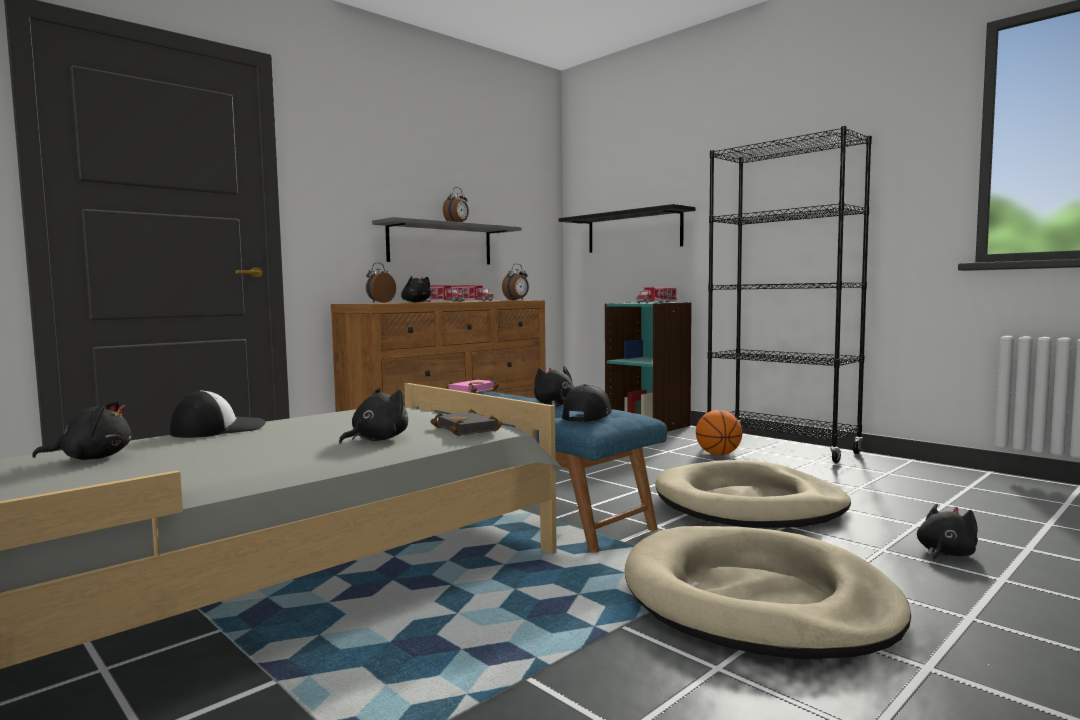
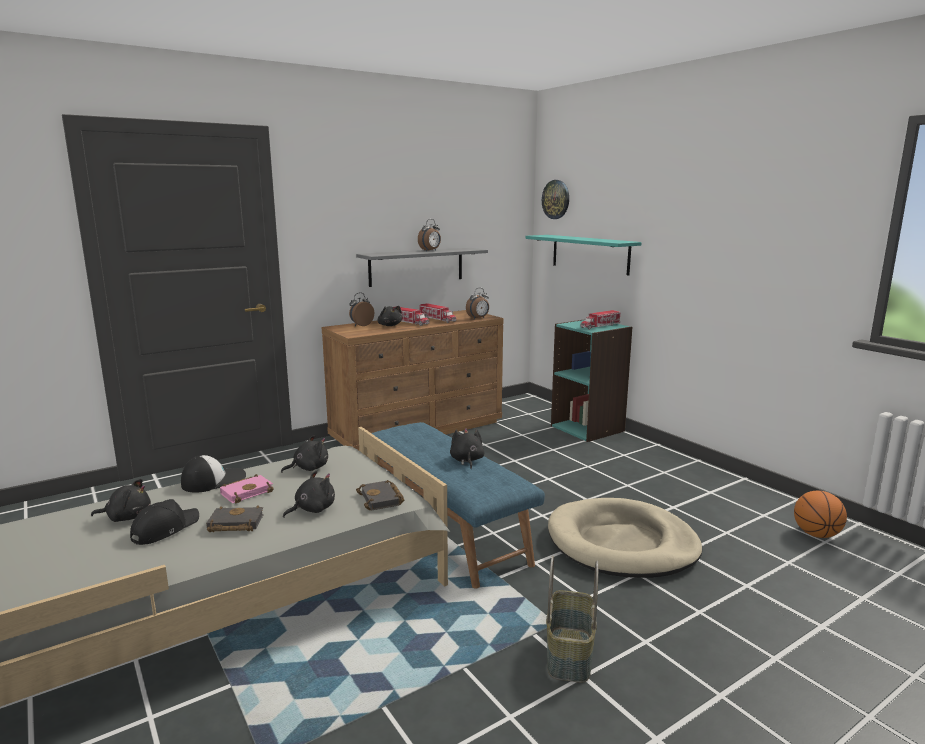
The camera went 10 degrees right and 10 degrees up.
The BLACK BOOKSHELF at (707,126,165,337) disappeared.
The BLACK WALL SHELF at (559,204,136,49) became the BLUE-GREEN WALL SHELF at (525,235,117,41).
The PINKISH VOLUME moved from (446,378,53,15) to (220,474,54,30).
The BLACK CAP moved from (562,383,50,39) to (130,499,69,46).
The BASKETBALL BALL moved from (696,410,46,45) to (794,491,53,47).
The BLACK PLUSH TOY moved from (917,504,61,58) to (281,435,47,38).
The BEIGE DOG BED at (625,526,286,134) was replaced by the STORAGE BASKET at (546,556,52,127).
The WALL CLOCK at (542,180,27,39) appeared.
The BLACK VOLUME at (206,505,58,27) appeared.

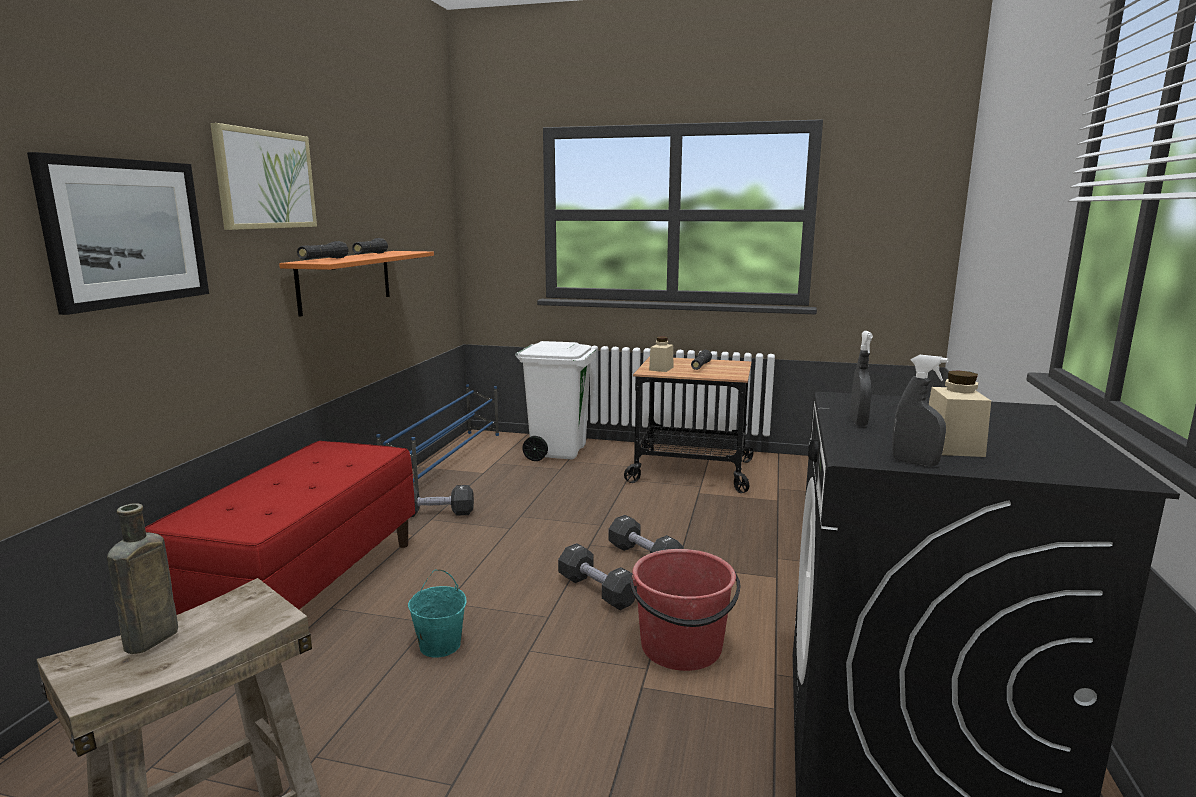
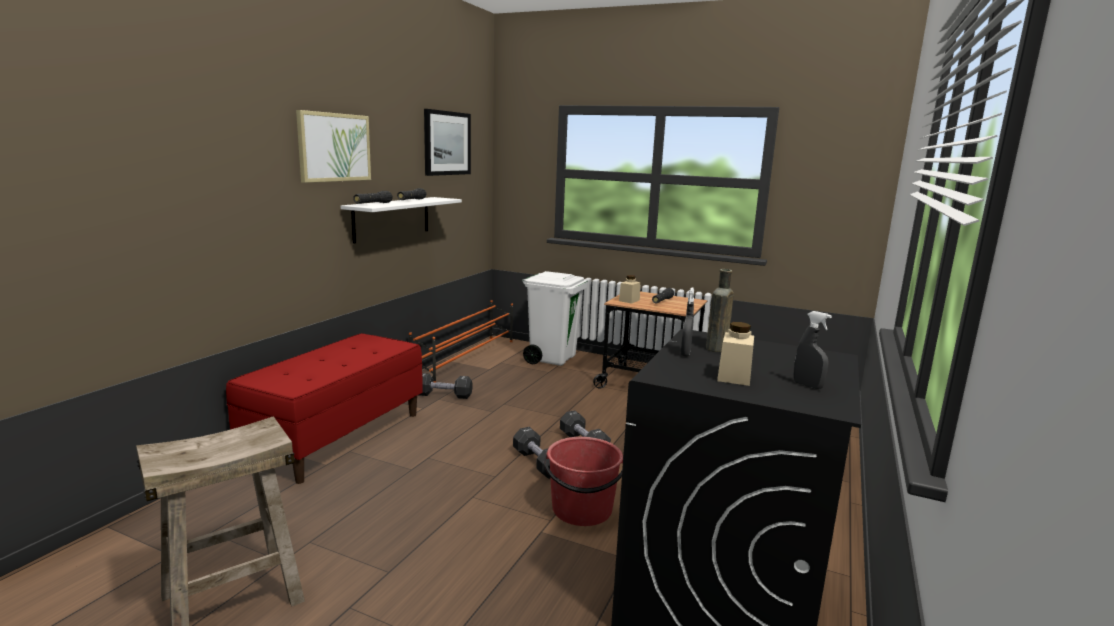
The camera went 10 degrees right and 0 degrees up.
The WALL PICTURE moved from (27,152,182,163) to (424,109,47,67).
The ORANGE-COLOURED WALL SHELF at (279,251,155,66) became the WHITE-COLOURED WALL SHELF at (341,197,121,47).
The GRAY SPRAY BOTTLE moved from (892,355,56,112) to (793,311,39,78).
The BLUE SHOE STAND at (376,385,123,108) became the ORANGE-COLOURED SHOE STAND at (409,300,104,83).
The BROWN-COLOURED BEVERAGE BOTTLE moved from (107,503,71,151) to (706,269,28,83).
The BLUE-GREEN WATER BUCKET at (408,570,59,88) disappeared.

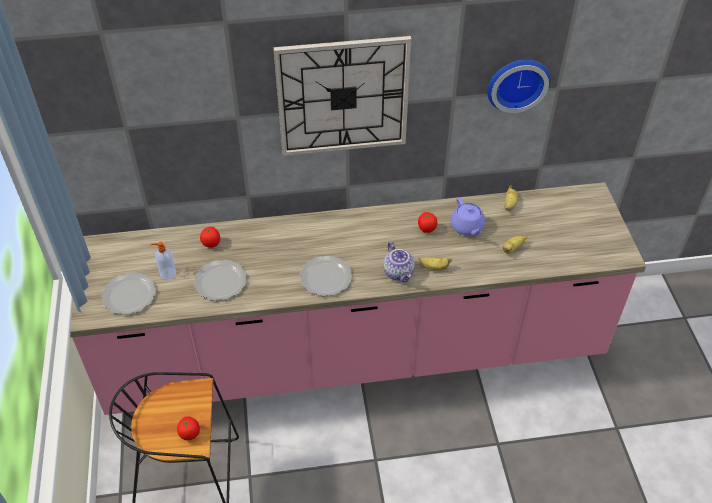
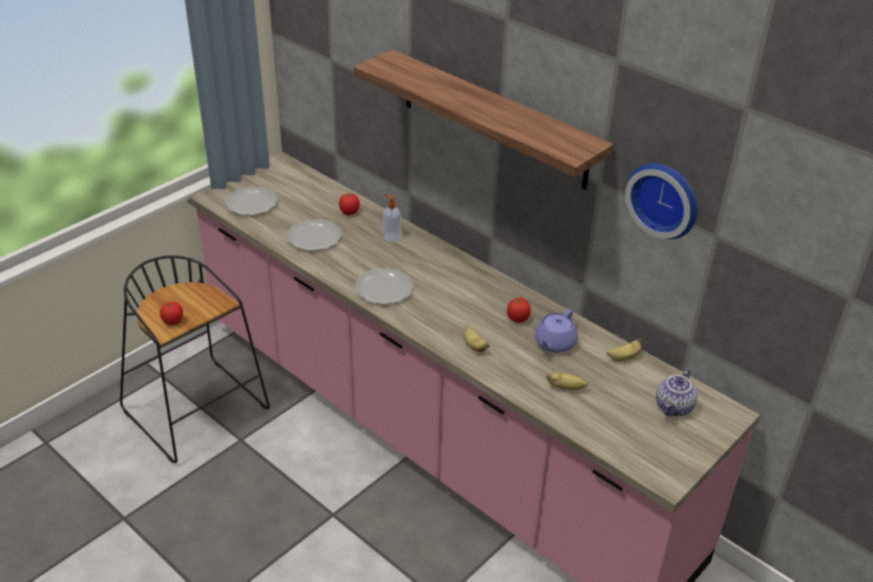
The camera went 50 degrees right and 10 degrees down.
The WALL CLOCK at (273,36,139,120) was replaced by the WALL SHELF at (354,50,259,140).
The SOAP BOTTLE moved from (150,242,26,38) to (383,194,18,48).
The POT FOR TEA moved from (383,242,32,40) to (656,368,41,48).

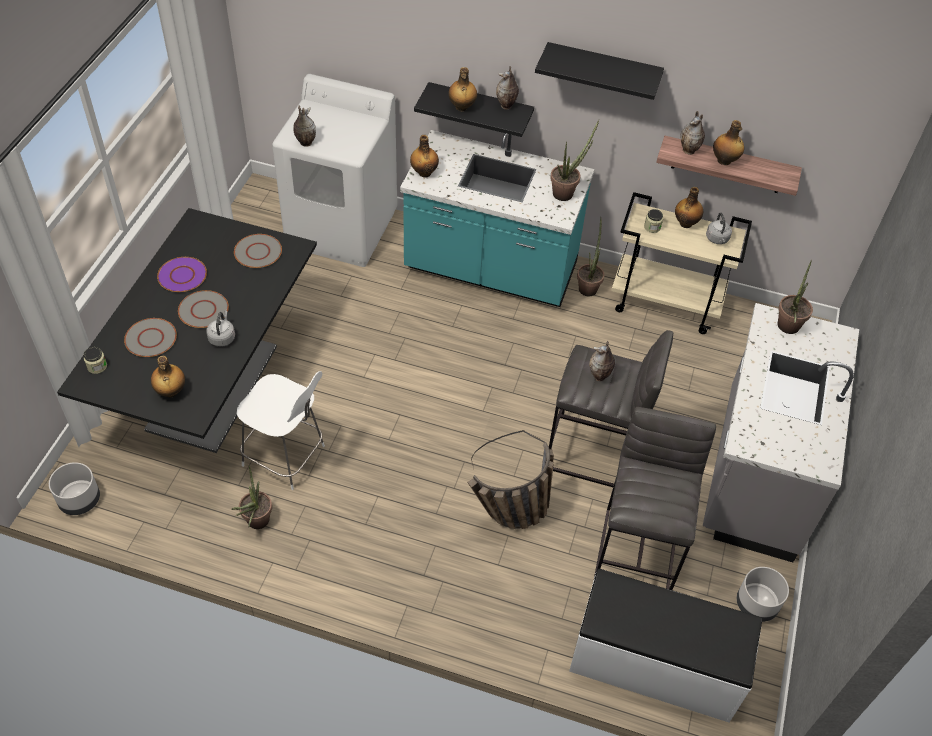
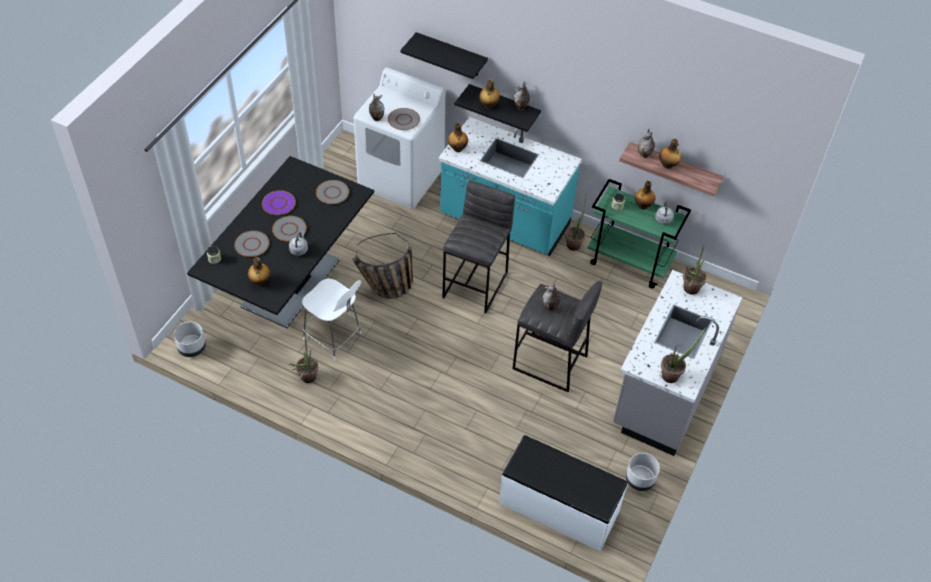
The camera went 10 degrees right and 0 degrees up.
The BLACK WALL SHELF moved from (535,42,129,58) to (400,32,88,47).
The POTTED PLANT moved from (550,120,49,81) to (661,328,45,55).
The BEIGE TROLLEY at (611,192,141,142) became the GREEN TROLLEY at (588,179,103,110).
The GRAY SITTING STOOL moved from (594,407,122,183) to (442,181,73,132).
The STORAGE BASKET moved from (467,430,87,99) to (352,233,61,66).
The GRAY FLAT DISH at (388,108,32,22) appeared.

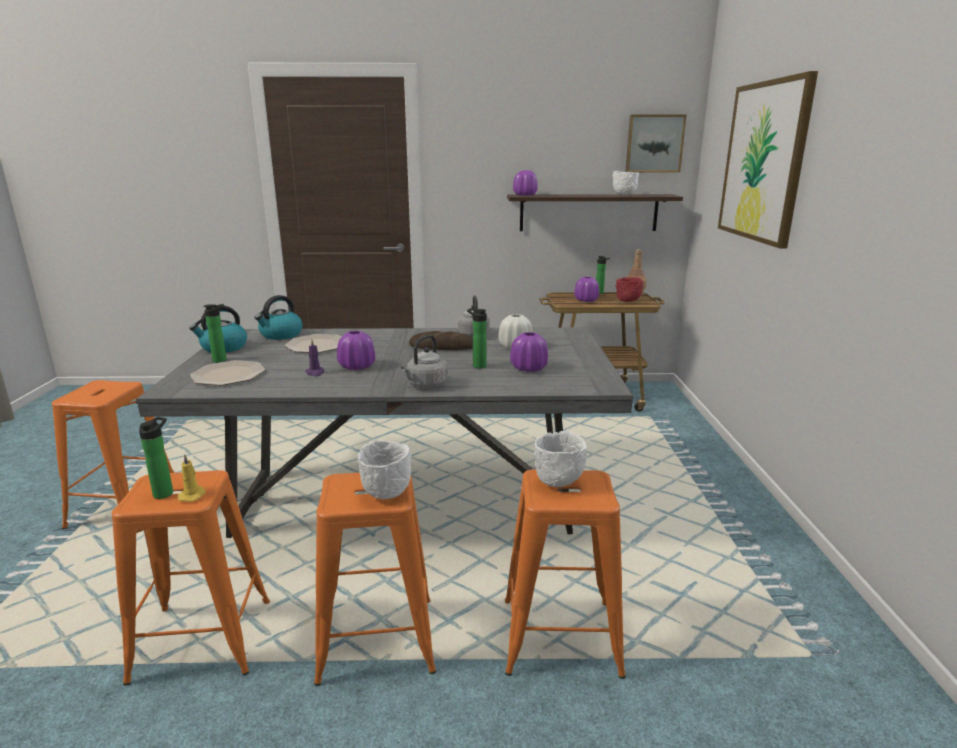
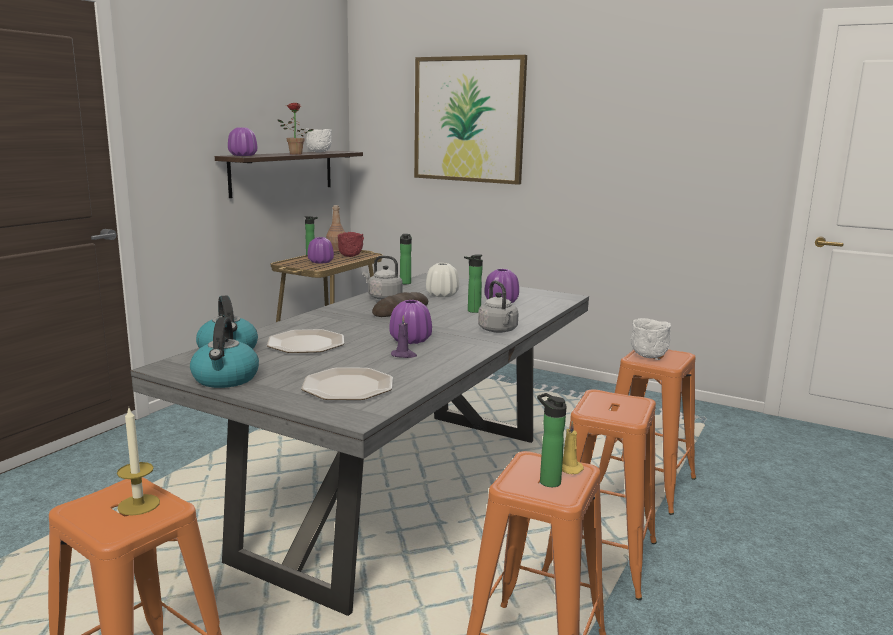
The camera went 60 degrees left and 5 degrees down.
The WALL PICTURE at (625,115,61,58) disappeared.
The BEVERAGE BOTTLE moved from (203,304,24,58) to (400,234,12,50).
The WHITE-COLOURED SERVING BOWL at (358,440,54,59) disappeared.
The POTTED PLANT at (278,103,36,51) appeared.
The WAX LIGHT at (117,408,43,108) appeared.

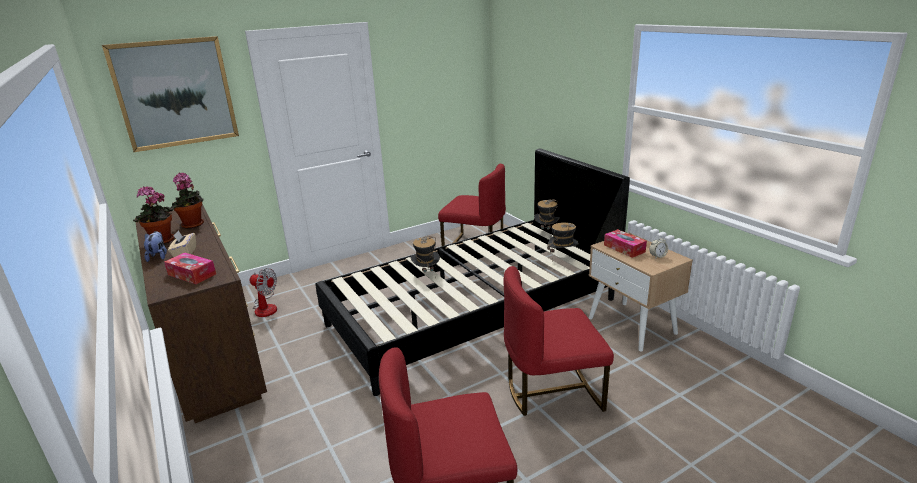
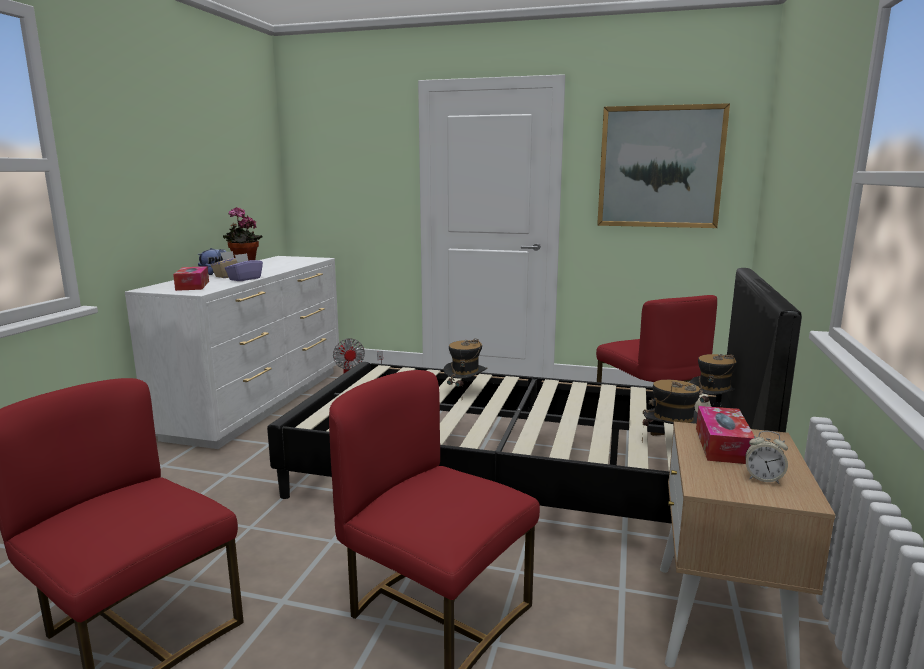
The camera went 45 degrees right and 10 degrees down.
The WALL PICTURE moved from (102,36,137,116) to (597,103,133,125).
The POTTED PLANT at (171,172,33,57) disappeared.
The BROWN-COLOURED DRAWER CHEST at (135,205,132,218) became the WHITE-COLOURED DRAWER CHEST at (125,256,215,193).
The PURPLISH TISSUE BOX at (225,253,38,28) appeared.

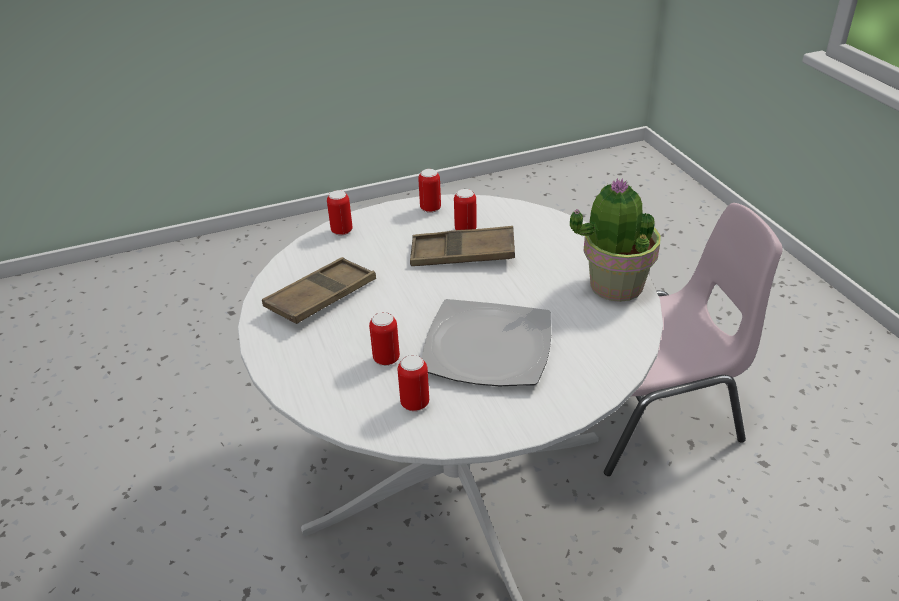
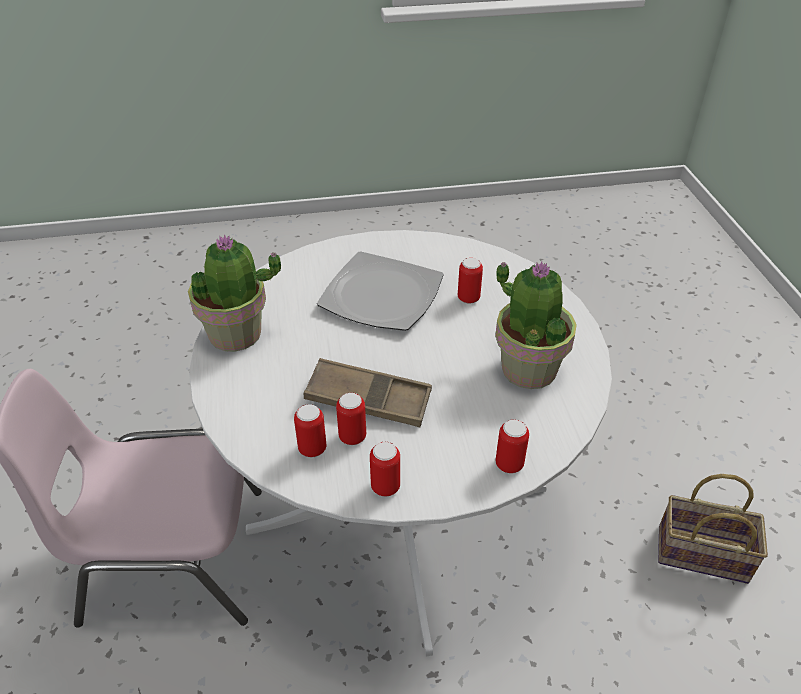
The camera went 170 degrees left and 5 degrees up.
The BROWN-COLOURED TRAY at (262,257,114,67) was replaced by the POTTED PLANT at (495,262,82,127).
The CAN moved from (398,355,31,56) to (294,404,32,53).
The STORAGE BASKET at (658,474,110,110) appeared.

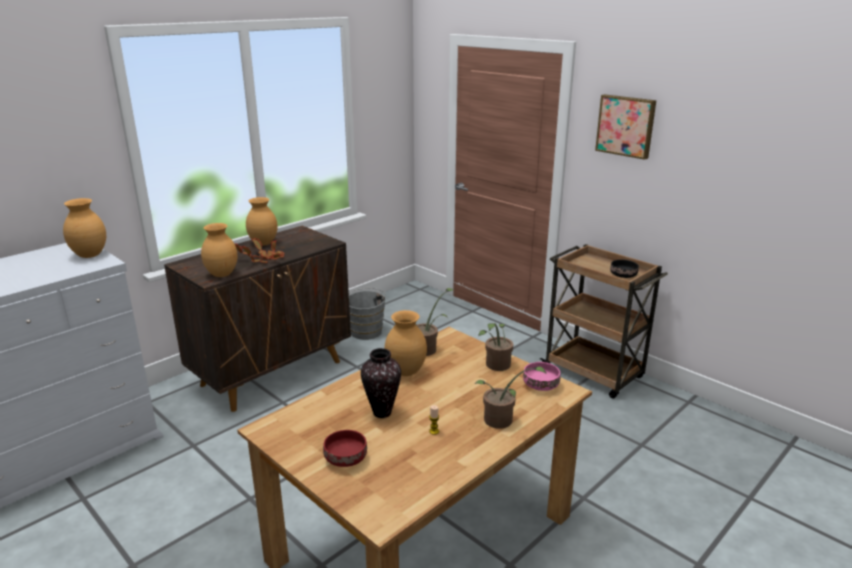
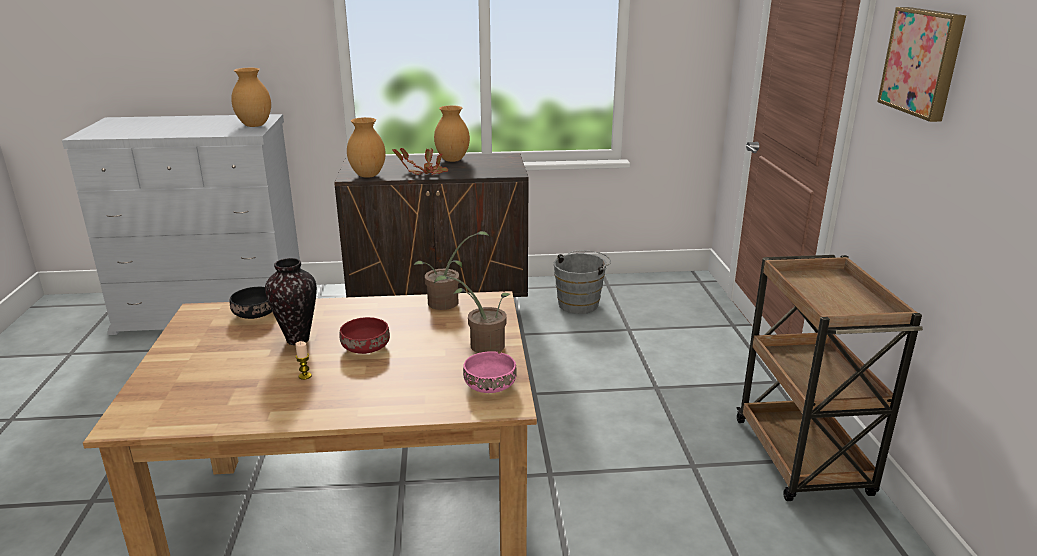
The camera went 40 degrees right and 0 degrees up.
The BLACK SERVING BOWL moved from (610,260,29,18) to (230,287,42,32).
The BROWN-COLOURED FLOWER VASE at (385,310,42,66) disappeared.
The POTTED PLANT at (475,366,72,63) disappeared.
The RED-COLOURED SERVING BOWL moved from (323,430,44,37) to (339,317,51,37).

